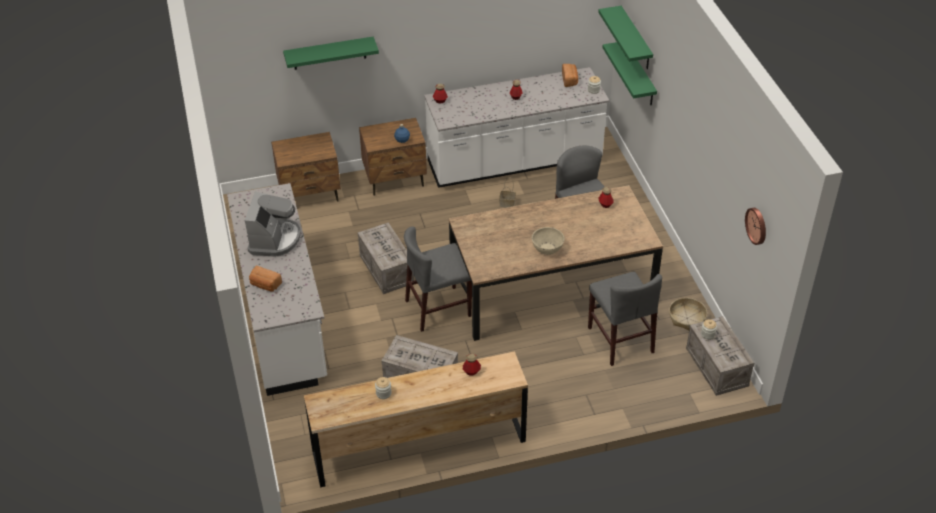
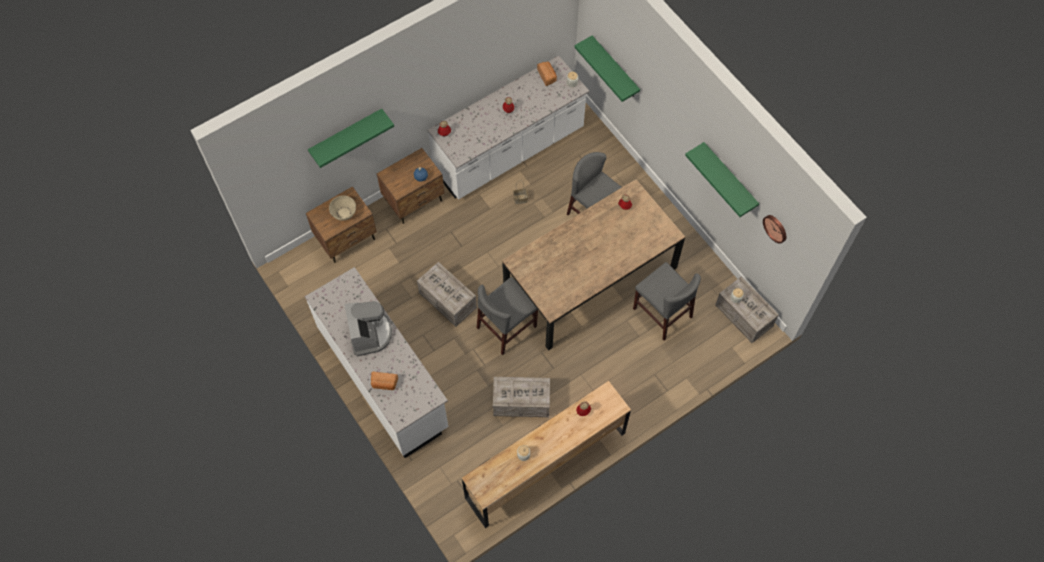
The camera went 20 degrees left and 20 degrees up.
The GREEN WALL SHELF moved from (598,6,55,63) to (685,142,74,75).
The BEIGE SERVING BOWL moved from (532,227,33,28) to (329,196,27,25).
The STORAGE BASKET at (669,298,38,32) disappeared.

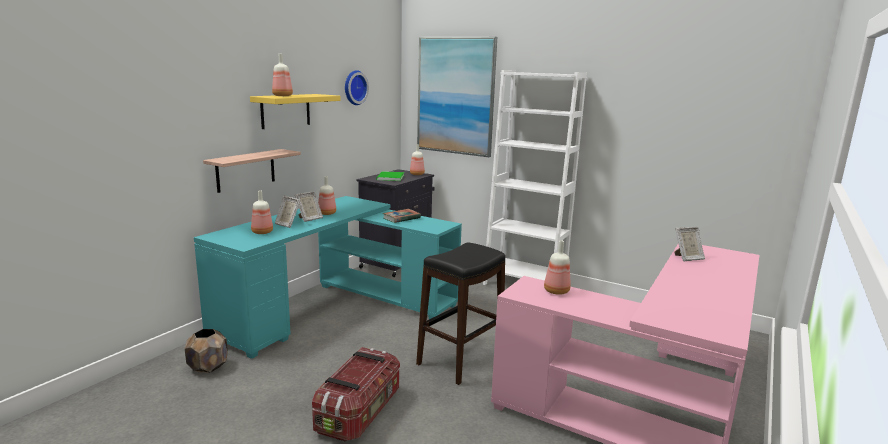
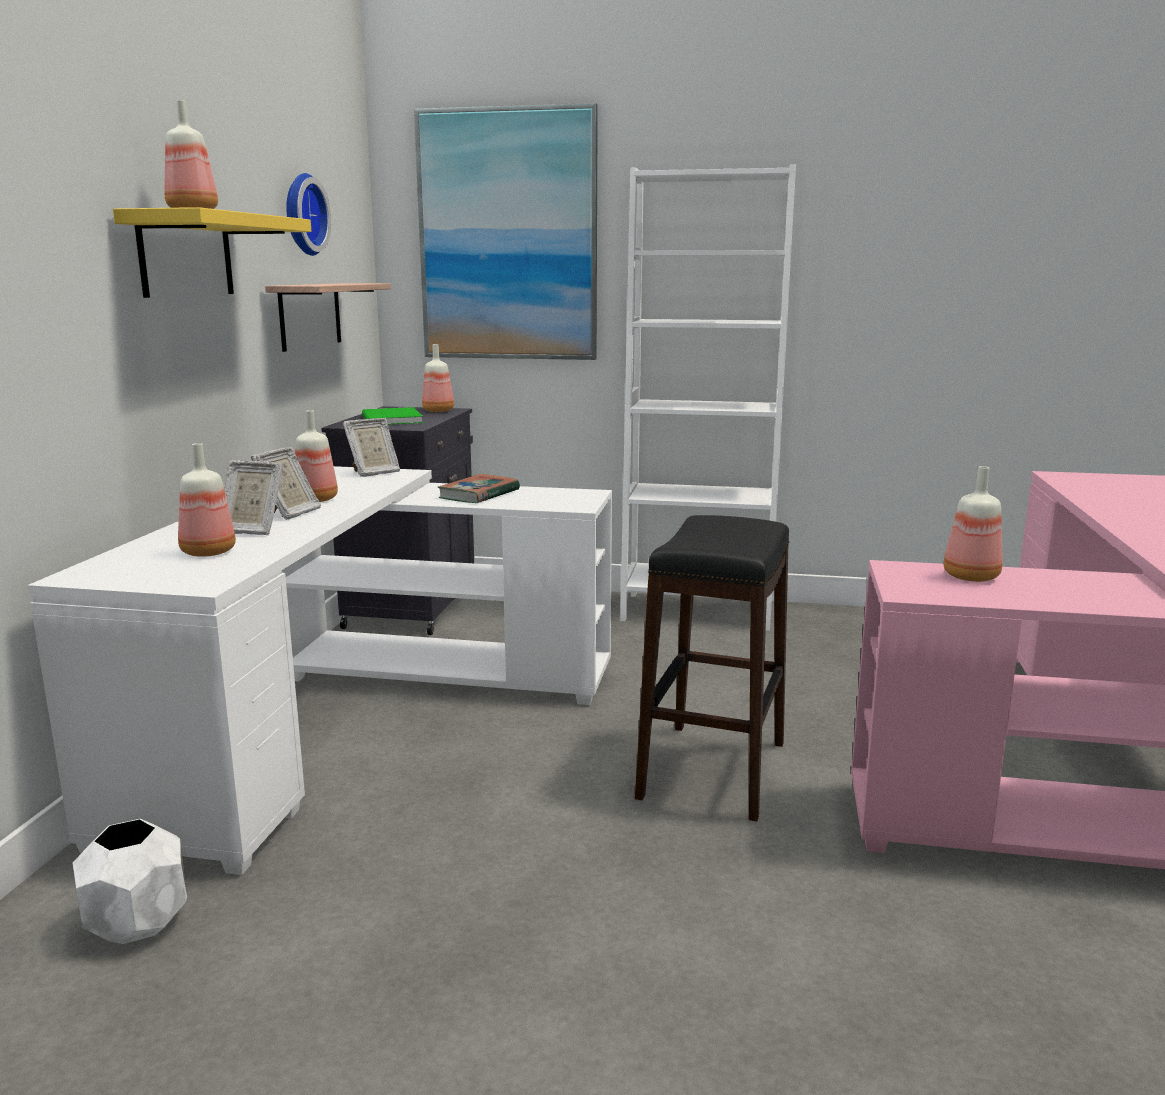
The camera went 20 degrees left and 0 degrees up.
The WALL SHELF moved from (203,149,98,44) to (265,283,126,69).
The BLUE-GREEN DESK TABLE at (194,196,268,163) became the WHITE-COLOURED DESK TABLE at (27,466,585,409).
The PICTURE FRAME moved from (675,227,30,34) to (343,418,57,59).
The BROWN-COLOURED PLANTER at (185,329,43,44) became the WHITE-COLOURED PLANTER at (73,819,114,125).
The STORAGE BOX at (312,347,88,95) disappeared.

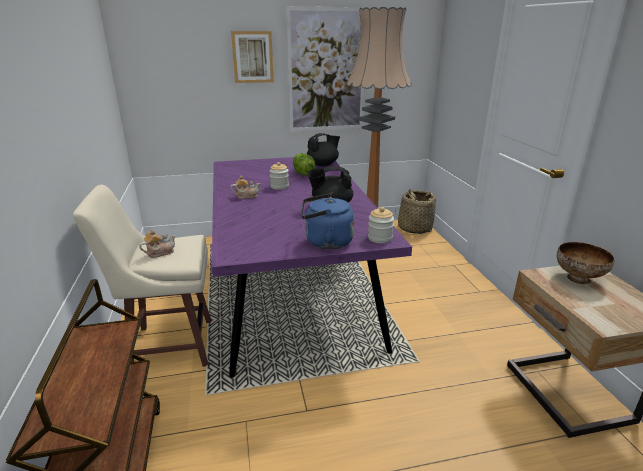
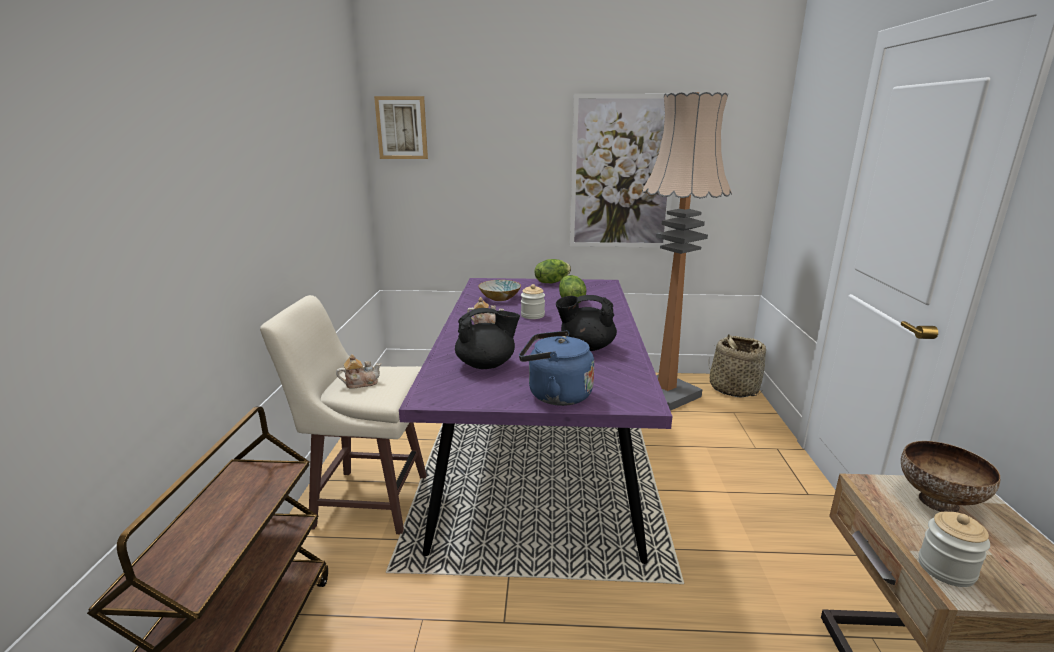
The camera went 15 degrees right and 5 degrees down.
The WALL PICTURE moved from (231,31,43,52) to (374,96,54,63).
The BLACK POT FOR TEA moved from (307,133,33,33) to (455,308,65,61).
The PRESERVE JAR moved from (368,207,26,36) to (918,512,72,75).
The LETTUCE at (535,259,36,24) appeared.
The SERVING BOWL at (478,280,43,21) appeared.

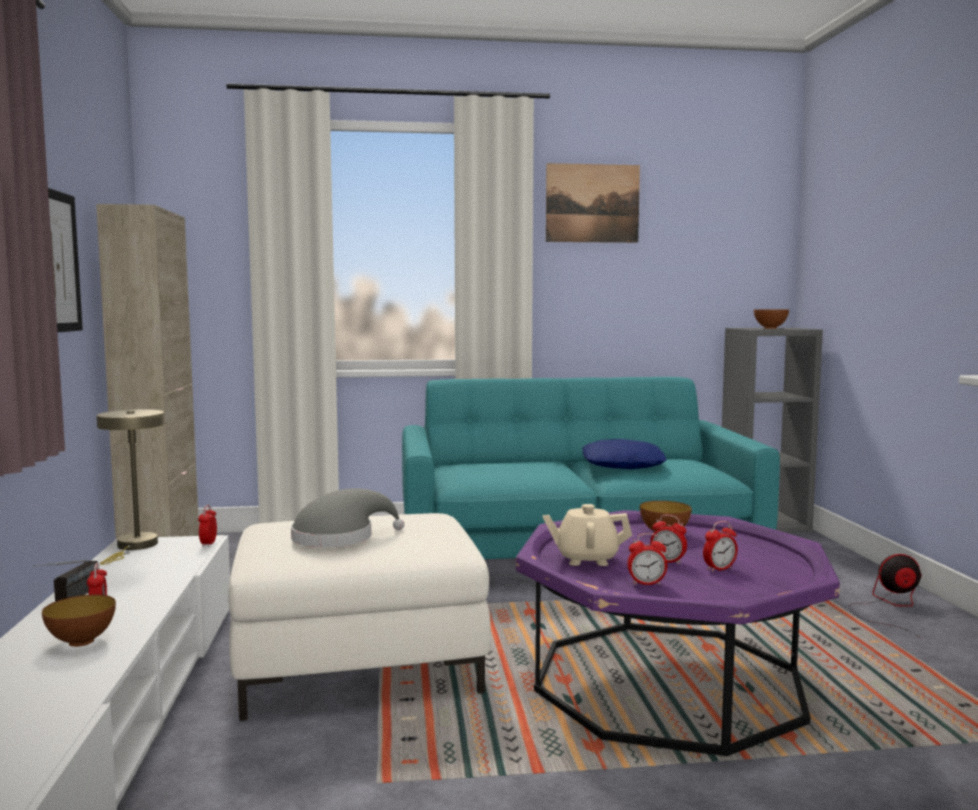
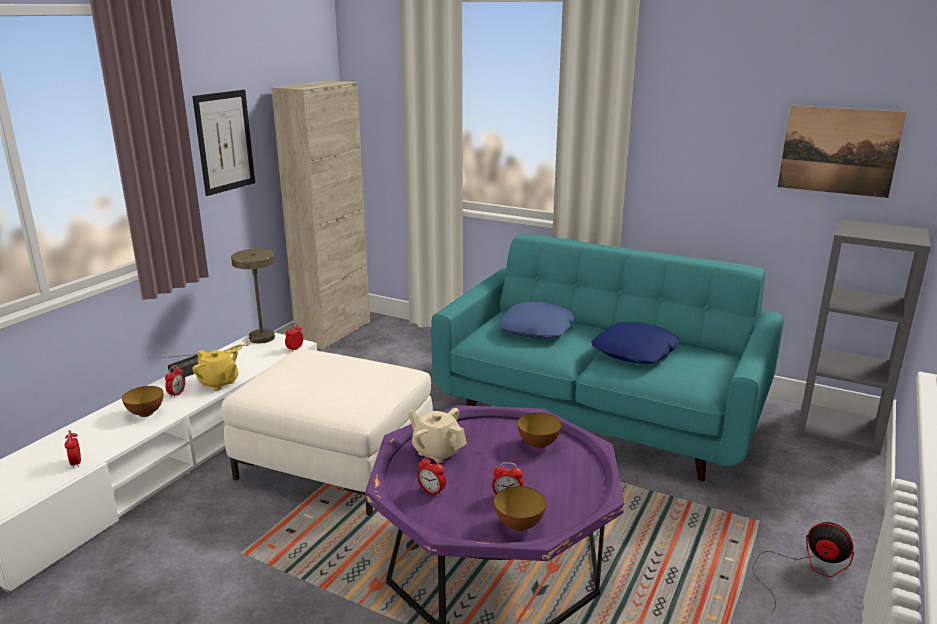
The camera went 35 degrees right and 15 degrees up.
The WALL PICTURE moved from (546,163,94,80) to (778,106,129,92).
The SERVING BOWL moved from (754,310,35,19) to (494,486,52,45).
The GRAY WEARABLE HAT at (291,488,113,60) disappeared.
The ALARM CLOCK moved from (650,514,37,50) to (64,430,17,38).
The BLUE THROW PILLOW at (498,301,77,37) appeared.
The YELLOWISH POT FOR TEA at (193,349,46,42) appeared.

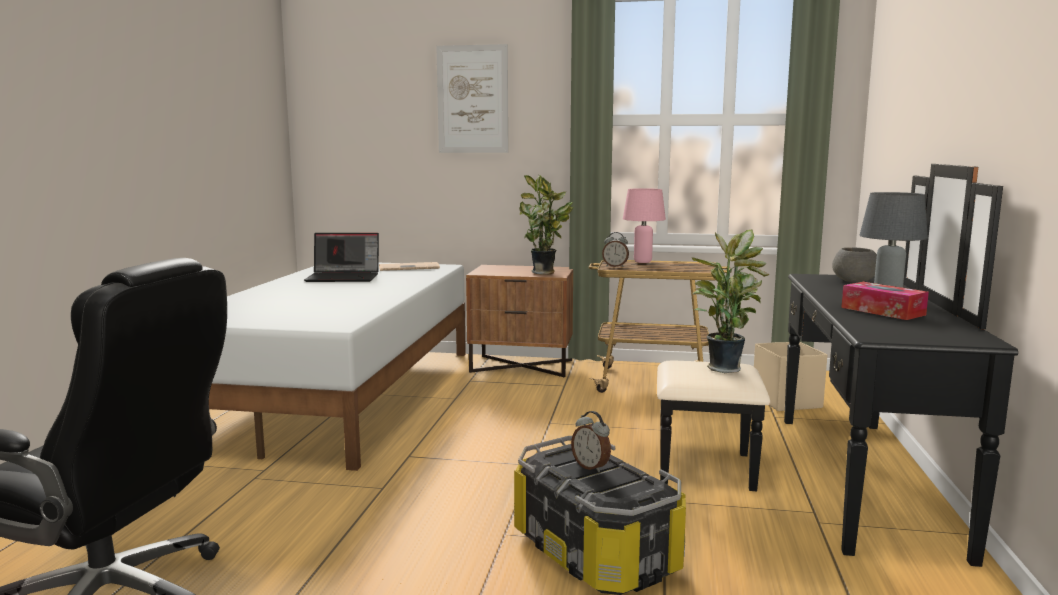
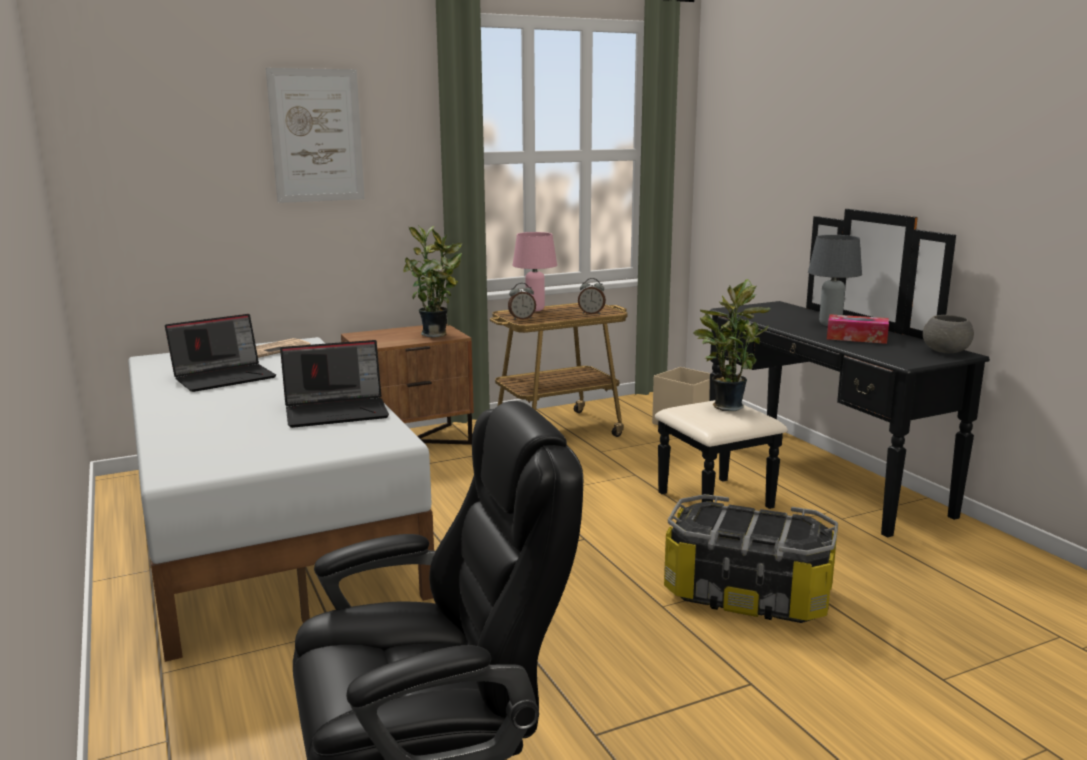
The camera went 35 degrees left and 5 degrees up.
The GRAY SERVING BOWL moved from (832,247,45,36) to (922,315,52,38).
The ALARM CLOCK moved from (571,411,40,61) to (578,278,28,37).
The NOTEBOOK COMPUTER at (280,340,109,88) appeared.

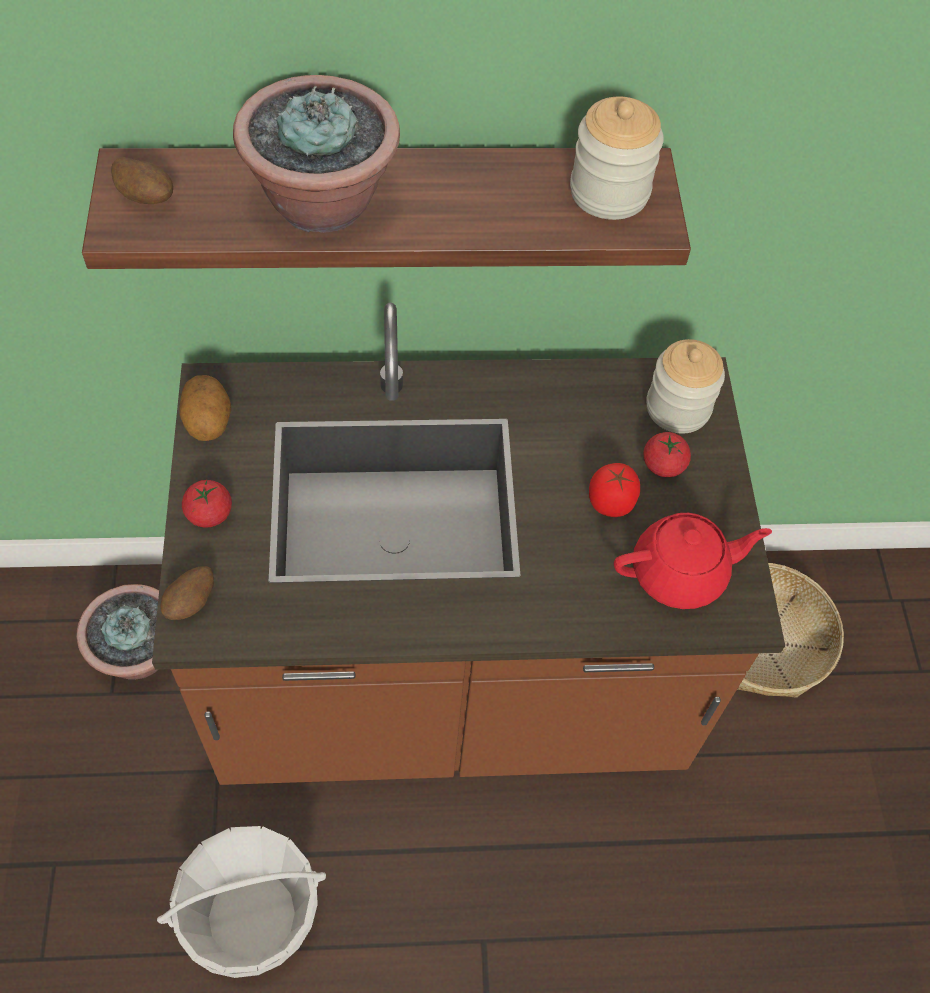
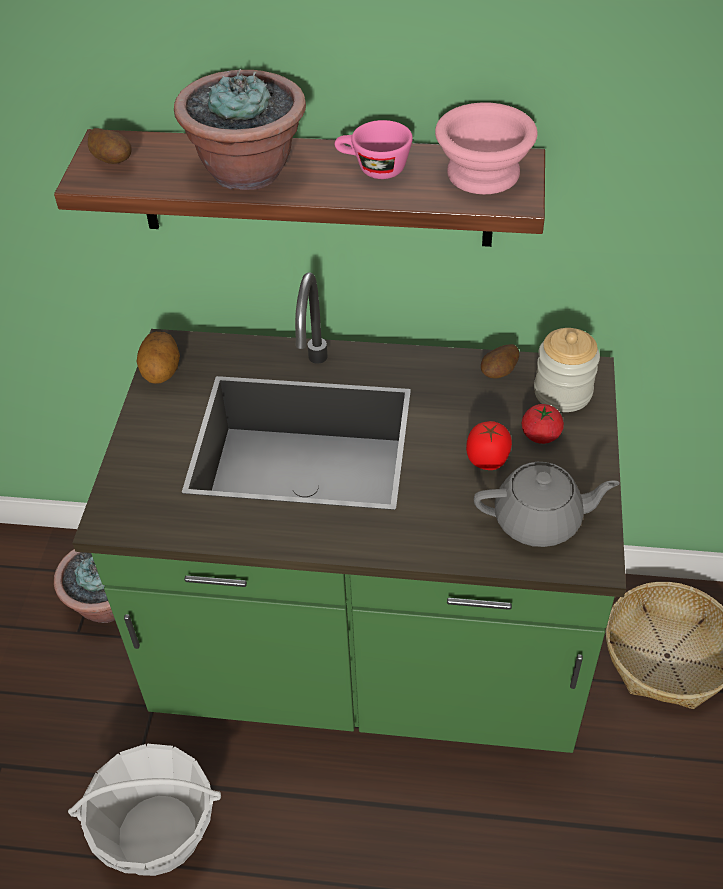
The camera went 15 degrees right and 10 degrees down.
The PRESERVE JAR at (570,97,94,123) was replaced by the PINKISH SERVING BOWL at (435,102,103,92).
The BROWN-COLOURED COUNTER at (152,303,633,482) became the GREEN COUNTER at (72,272,554,481).
The TOMATO at (182,480,50,48) disappeared.
The RED-COLOURED POT FOR TEA at (614,513,158,96) became the GRAY POT FOR TEA at (474,462,146,85).
The WHOLE POTATO moved from (160,566,54,54) to (481,344,38,34).
The PINKISH SMALL CUP at (335,120,78,59) appeared.

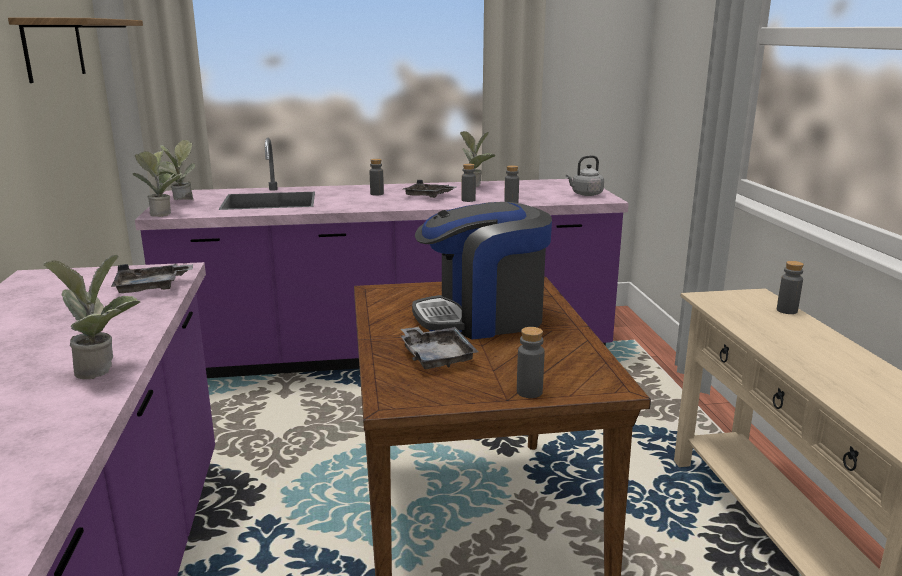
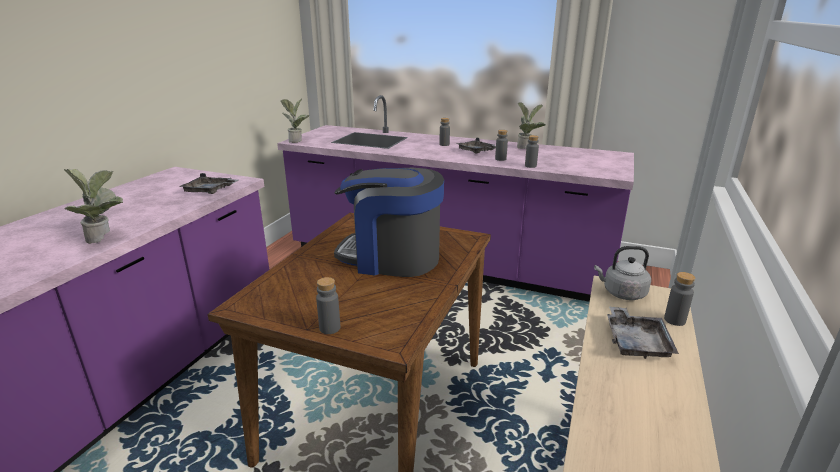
The camera went 30 degrees right and 5 degrees up.
The WALL SHELF at (8,17,135,66) disappeared.
The POTTED PLANT at (159,140,36,60) disappeared.
The GRAY TEA KETTLE moved from (566,155,38,41) to (594,246,57,54).
The GRAY TRAY moved from (401,326,77,43) to (607,306,72,53).

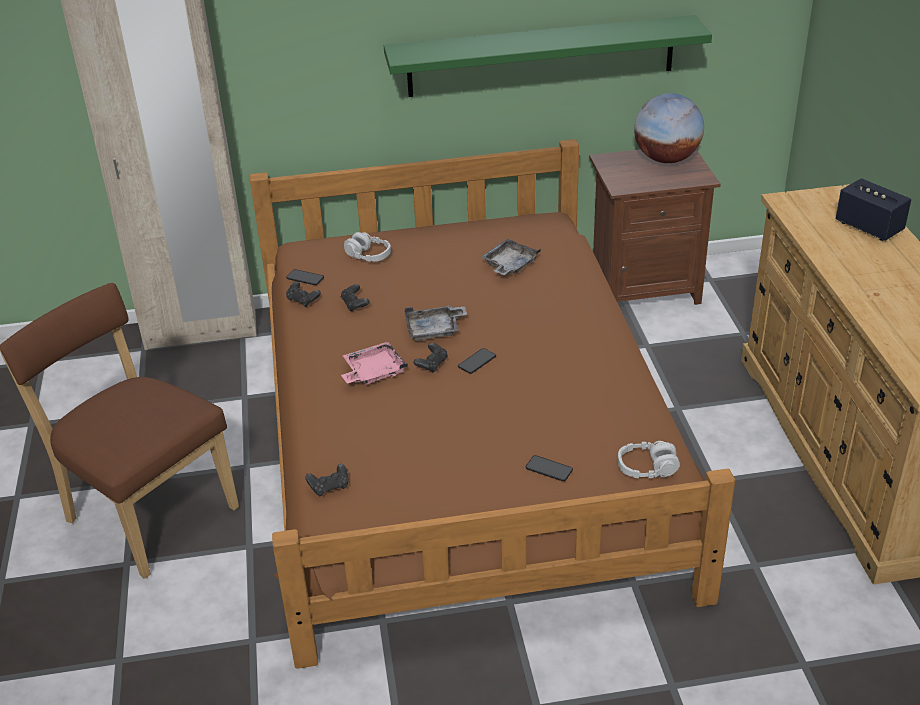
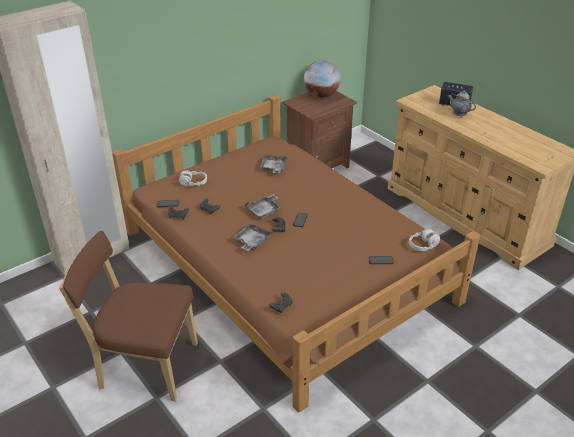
The camera went 30 degrees left and 0 degrees up.
The GREEN WALL SHELF at (384,15,328,82) disappeared.
The PINKISH TRAY at (341,342,67,43) became the GRAY TRAY at (232,223,40,28).
The POT FOR TEA at (448,91,28,26) appeared.

